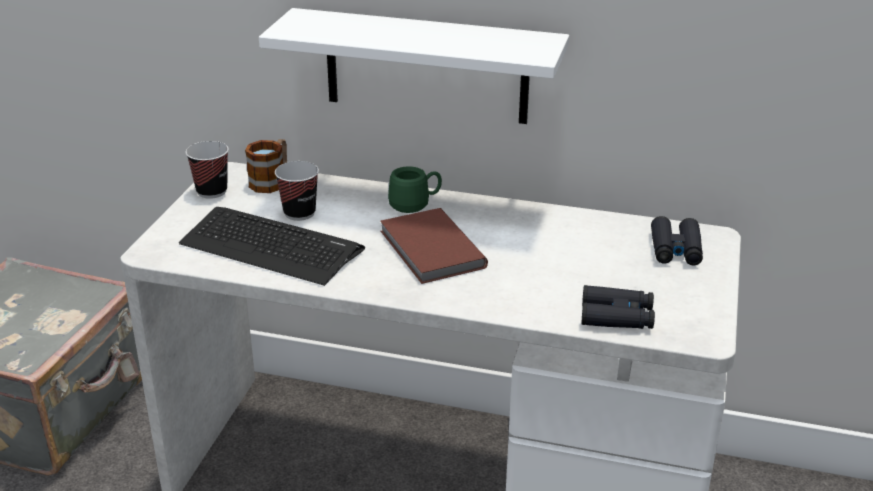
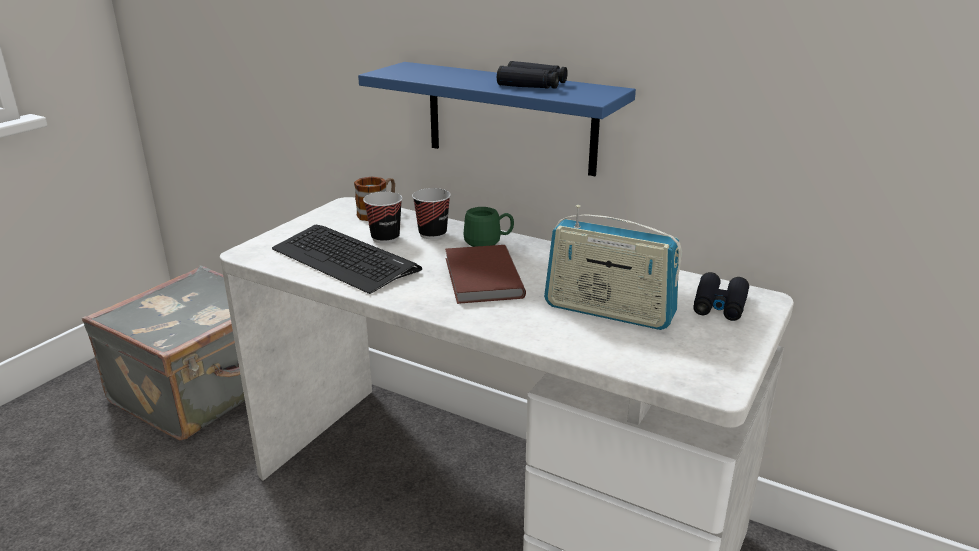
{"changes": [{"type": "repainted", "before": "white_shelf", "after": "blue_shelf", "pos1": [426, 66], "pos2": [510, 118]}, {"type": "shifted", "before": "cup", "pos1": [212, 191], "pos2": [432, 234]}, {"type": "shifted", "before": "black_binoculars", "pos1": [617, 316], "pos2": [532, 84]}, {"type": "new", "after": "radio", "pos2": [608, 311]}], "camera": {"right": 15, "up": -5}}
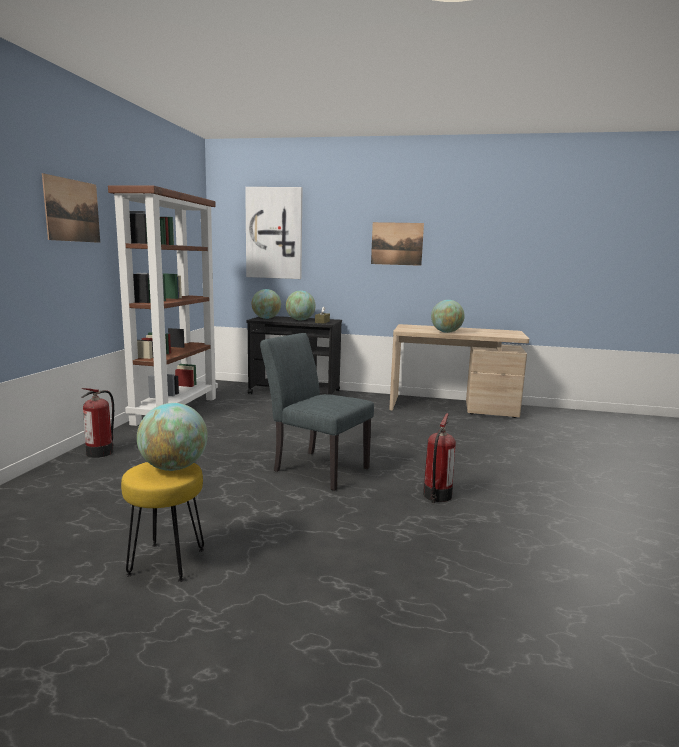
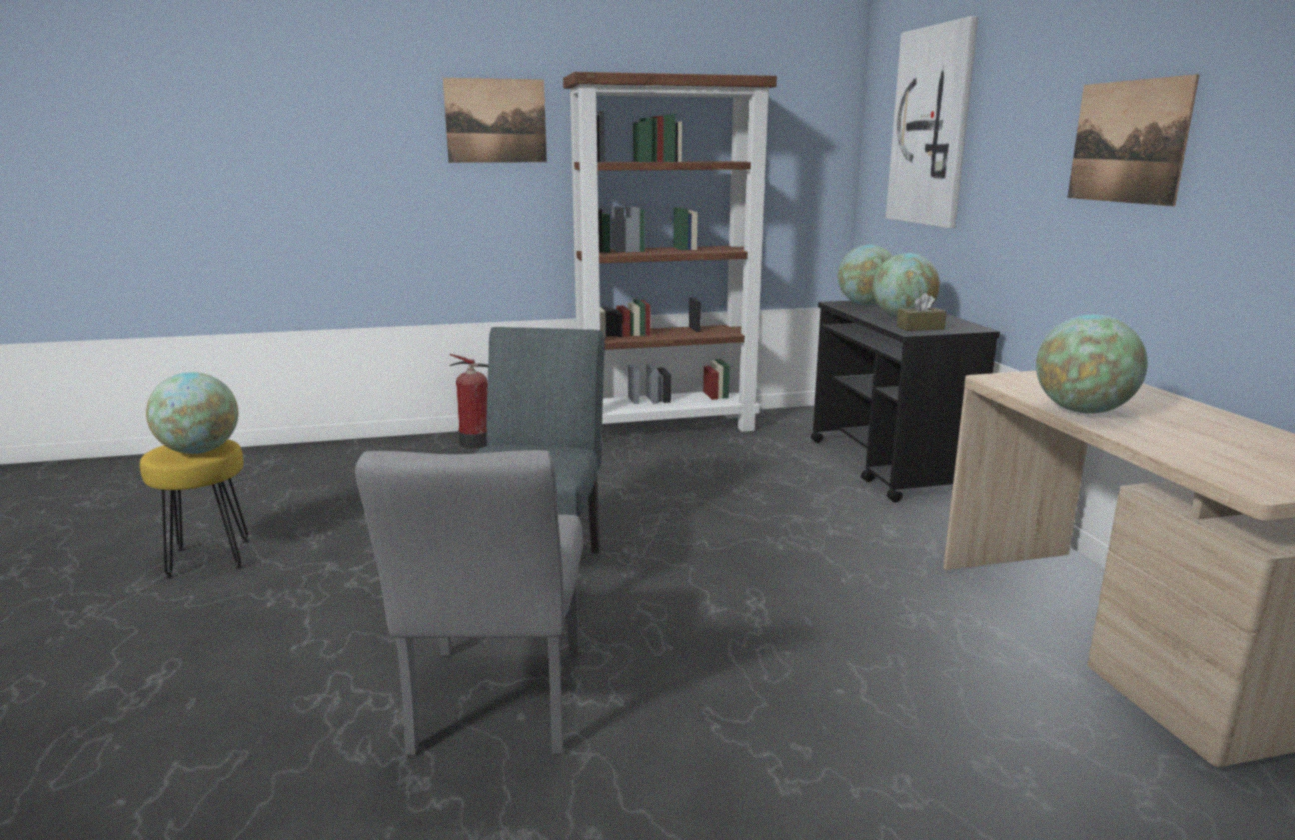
{"changes": [{"type": "swapped", "before": "fire_extinguisher", "after": "grey_chair", "pos1": [436, 496], "pos2": [495, 709]}], "camera": {"right": 65, "up": 5}}
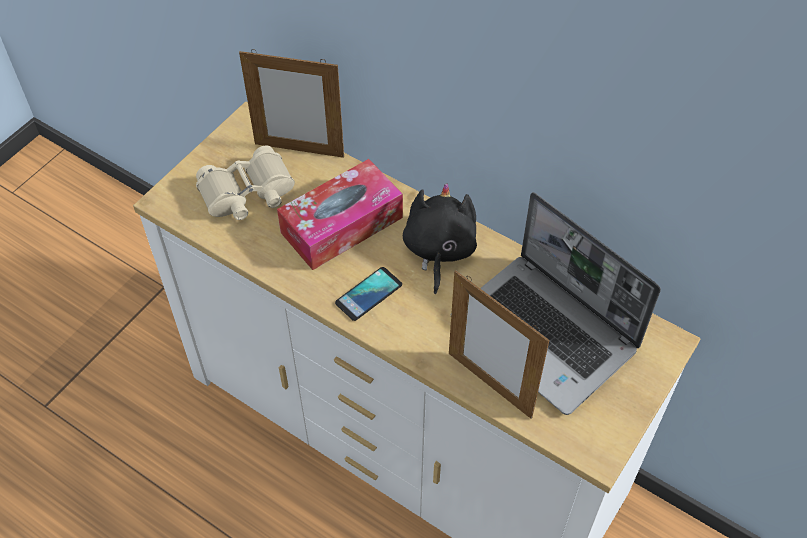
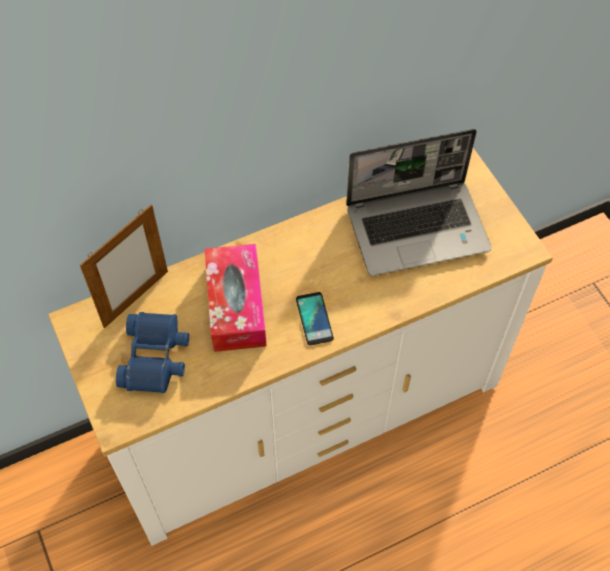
{"changes": [{"type": "repainted", "before": "beige_binoculars", "after": "blue_binoculars", "pos1": [247, 193], "pos2": [155, 357]}, {"type": "gone", "before": "black_plush_toy", "pos1": [439, 250]}, {"type": "gone", "before": "picture_frame", "pos1": [489, 384]}], "camera": {"right": -60, "up": 5}}
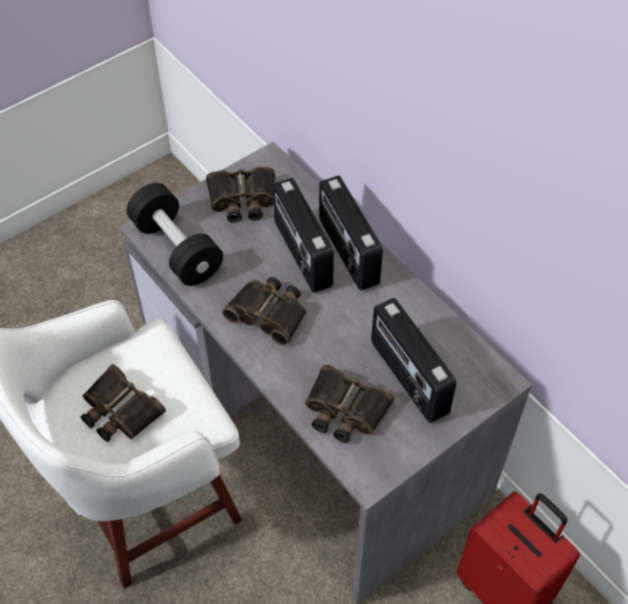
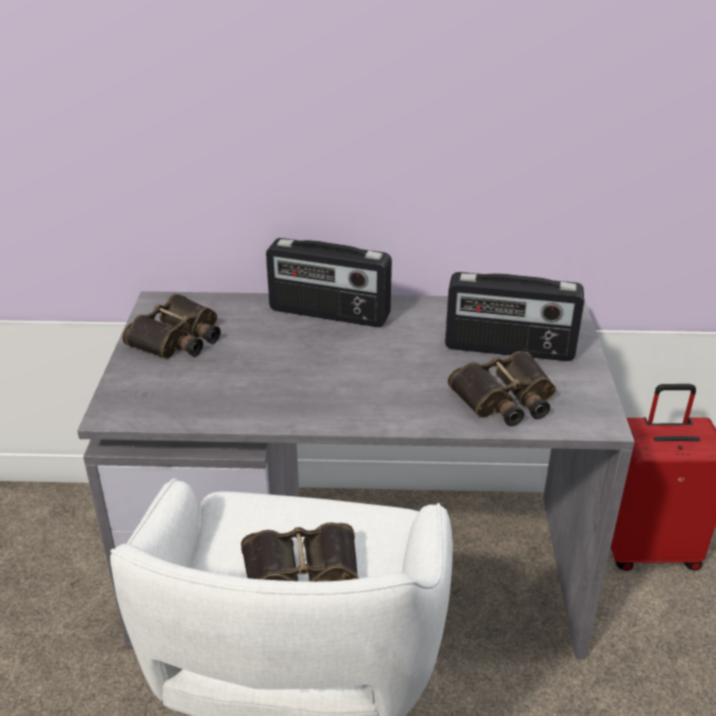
{"changes": [{"type": "gone", "before": "radio", "pos1": [301, 254]}, {"type": "gone", "before": "black_dumbbell", "pos1": [176, 249]}, {"type": "gone", "before": "binoculars", "pos1": [269, 313]}], "camera": {"right": -50, "up": -20}}
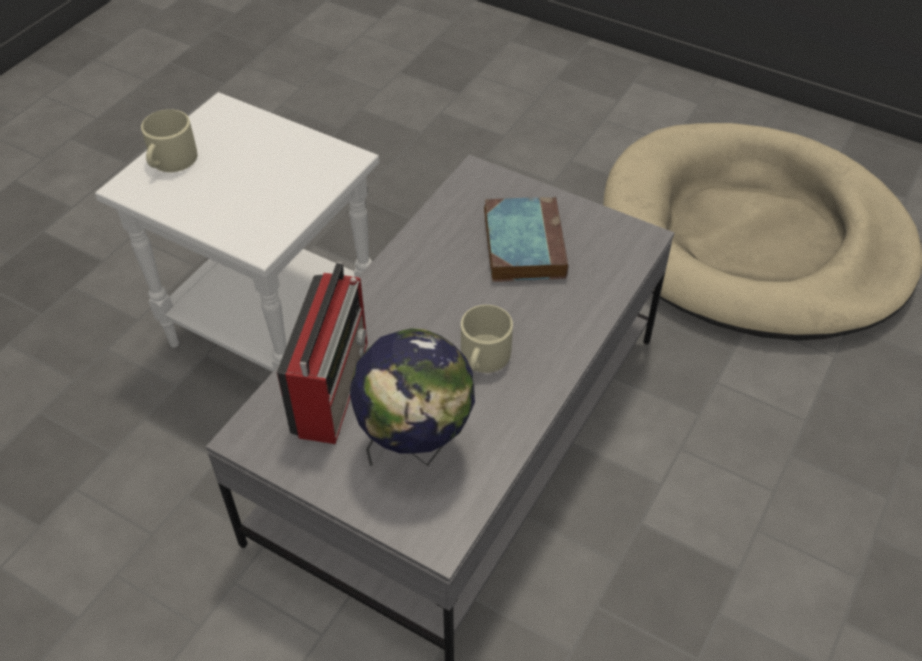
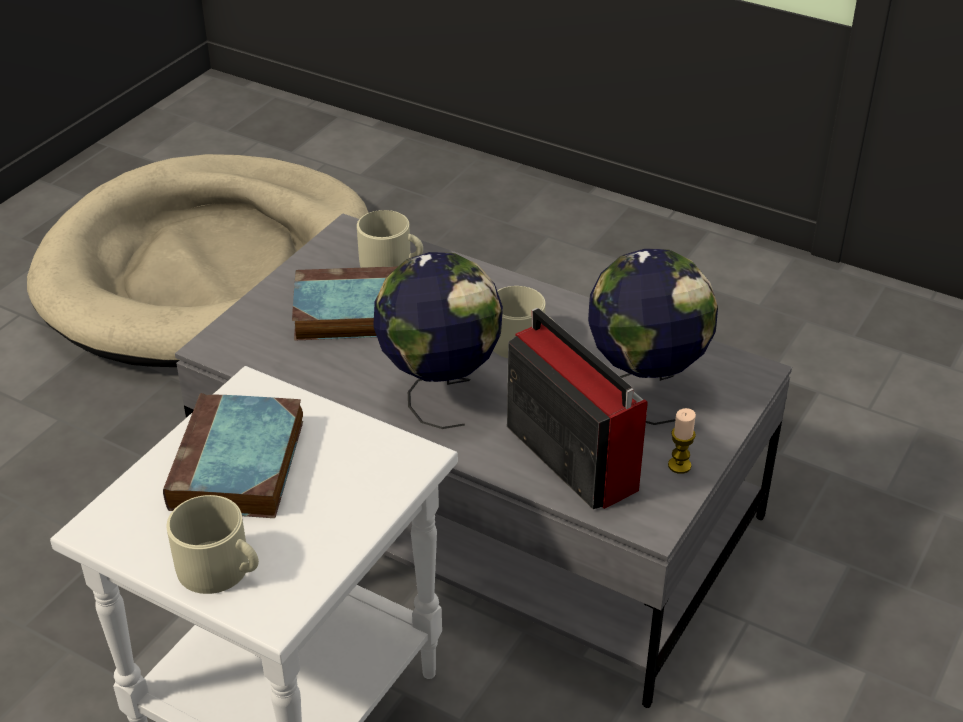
{"changes": [{"type": "rotated", "before": "radio", "pos1": [332, 386], "pos2": [569, 454], "turn": 45}, {"type": "new", "after": "beige_mug", "pos2": [391, 263]}, {"type": "new", "after": "globe", "pos2": [440, 393]}, {"type": "new", "after": "book", "pos2": [238, 467]}, {"type": "new", "after": "candle", "pos2": [679, 465]}], "camera": {"right": -90, "up": -10}}
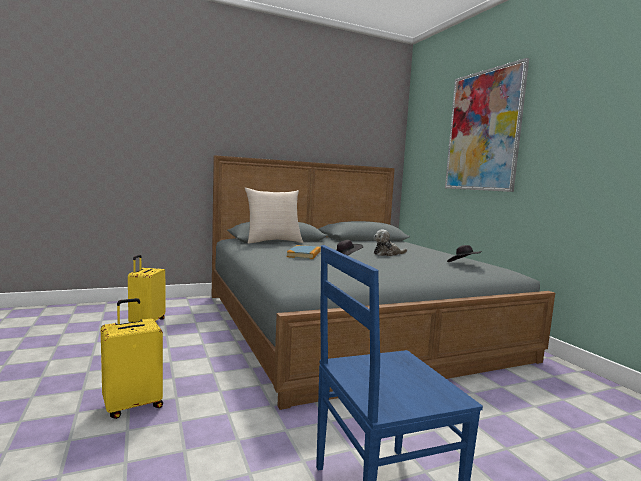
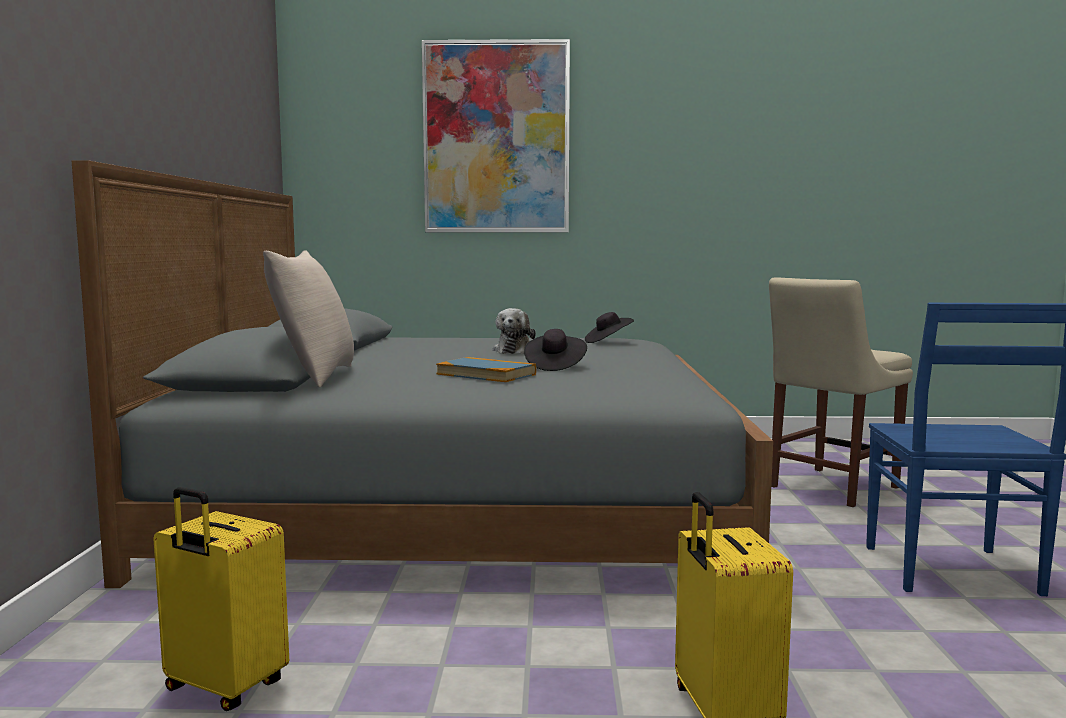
{"changes": [{"type": "new", "after": "beige_chair", "pos2": [829, 488]}], "camera": {"right": -65, "up": 0}}
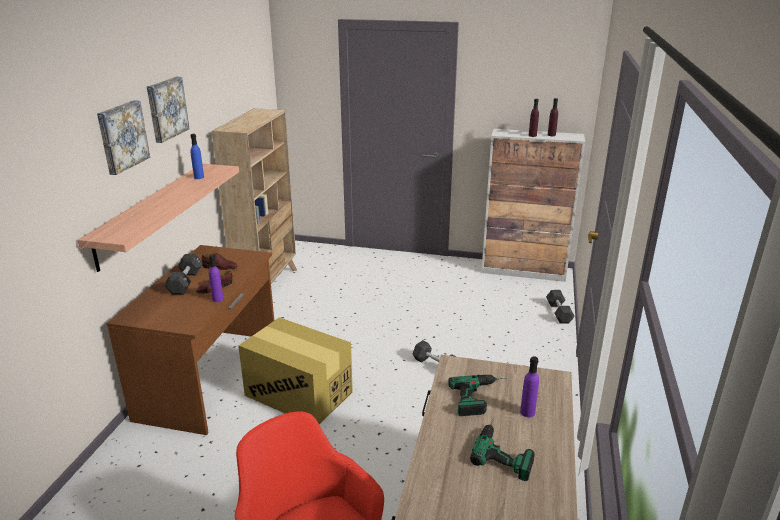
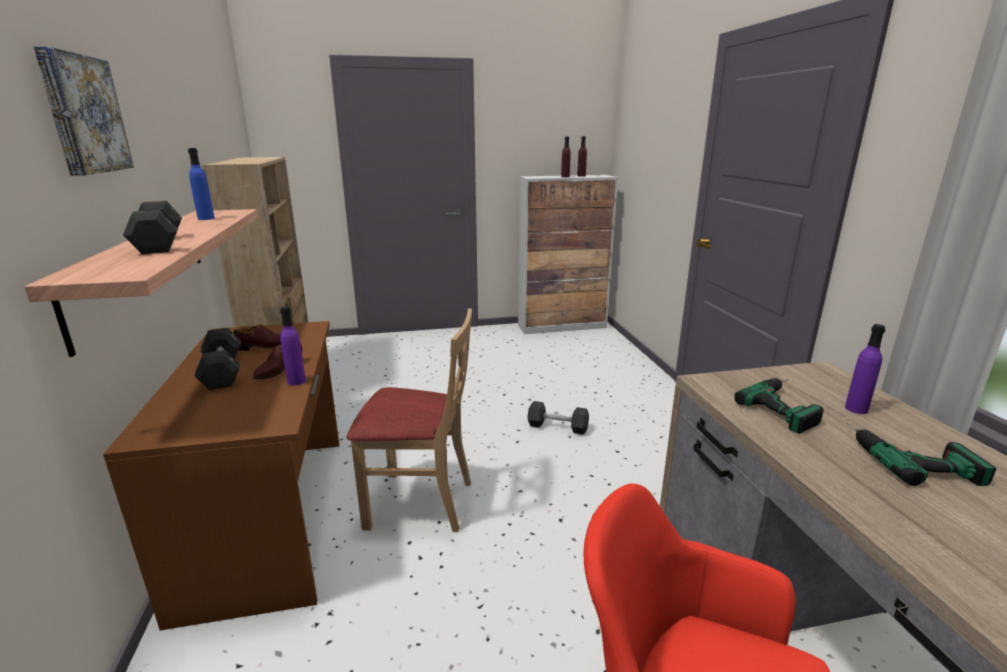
{"changes": [{"type": "gone", "before": "picture", "pos1": [166, 108]}, {"type": "shifted", "before": "black_dumbbell", "pos1": [559, 313], "pos2": [159, 244]}, {"type": "swapped", "before": "cardboard_box", "after": "beige_chair", "pos1": [299, 394], "pos2": [420, 502]}], "camera": {"right": -25, "up": -5}}
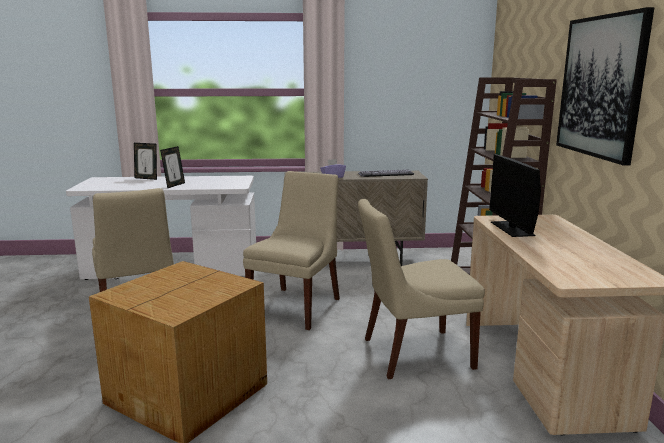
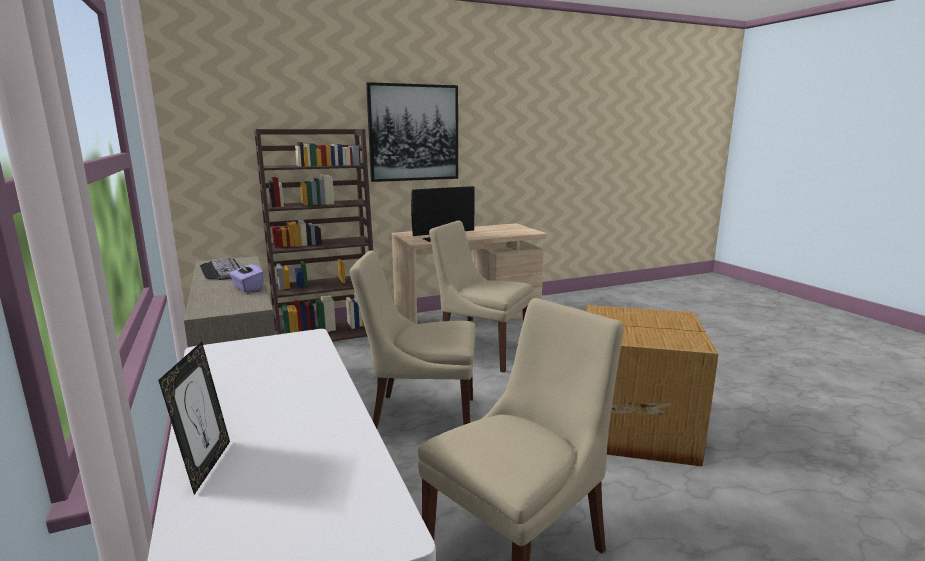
{"changes": [{"type": "gone", "before": "picture_frame", "pos1": [174, 185]}, {"type": "rotated", "before": "beige_chair", "pos1": [413, 354], "pos2": [480, 352], "turn": 150}], "camera": {"right": -110, "up": 0}}
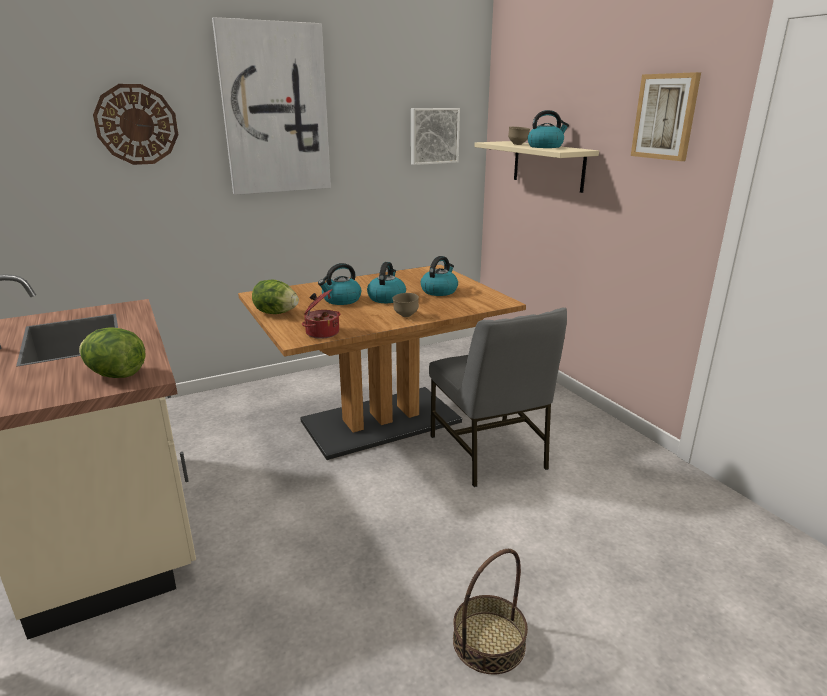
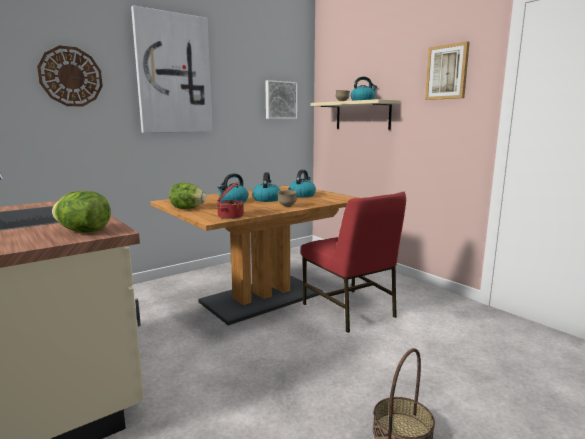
{"changes": [{"type": "repainted", "before": "grey_chair", "after": "red_chair", "pos1": [489, 452], "pos2": [350, 310]}], "camera": {"right": -10, "up": -10}}
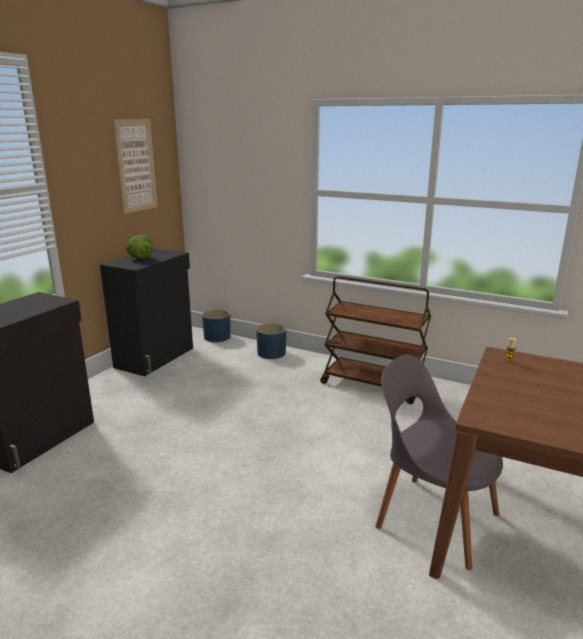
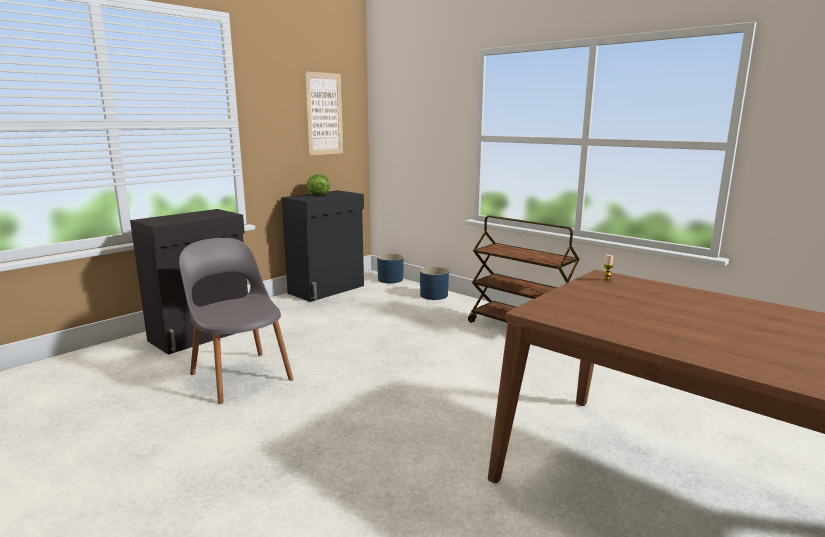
{"changes": [{"type": "shifted", "before": "grey_chair", "pos1": [432, 517], "pos2": [240, 374]}], "camera": {"right": 15, "up": -5}}
